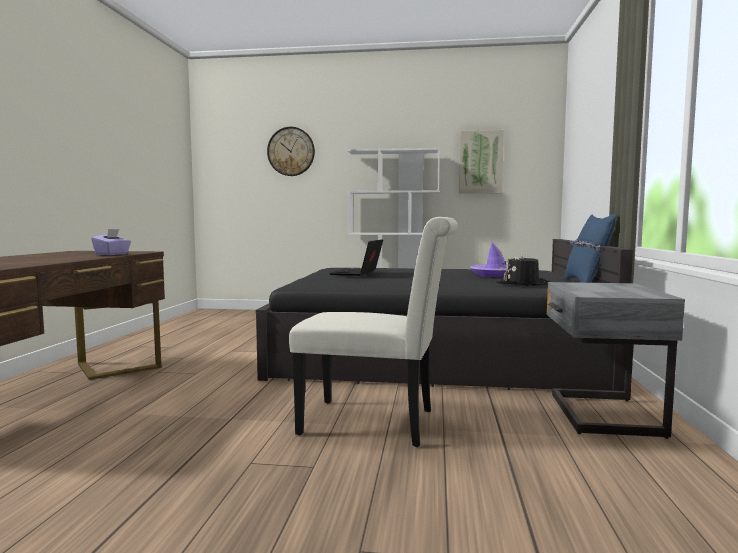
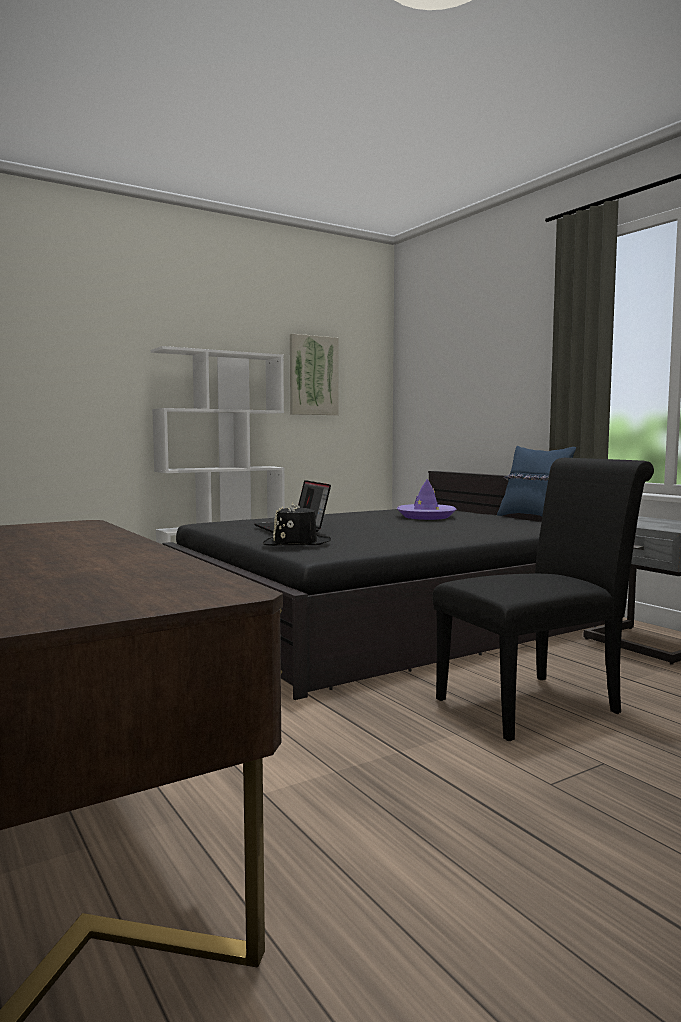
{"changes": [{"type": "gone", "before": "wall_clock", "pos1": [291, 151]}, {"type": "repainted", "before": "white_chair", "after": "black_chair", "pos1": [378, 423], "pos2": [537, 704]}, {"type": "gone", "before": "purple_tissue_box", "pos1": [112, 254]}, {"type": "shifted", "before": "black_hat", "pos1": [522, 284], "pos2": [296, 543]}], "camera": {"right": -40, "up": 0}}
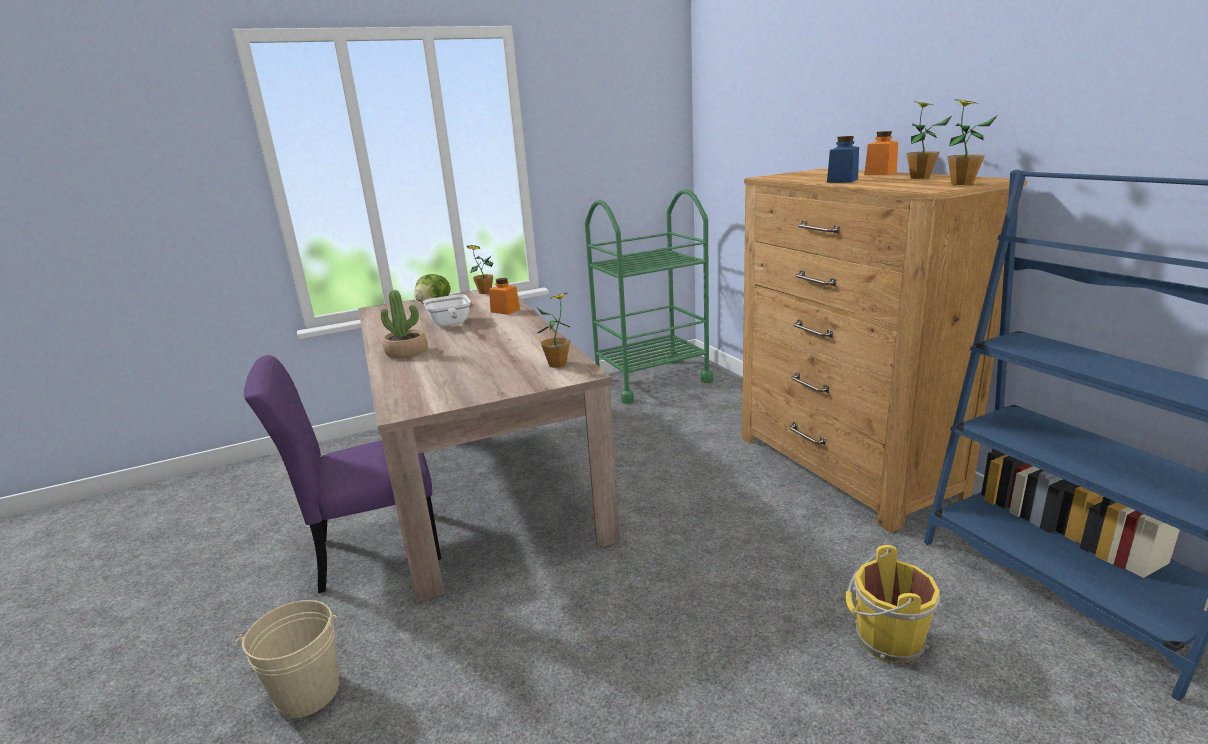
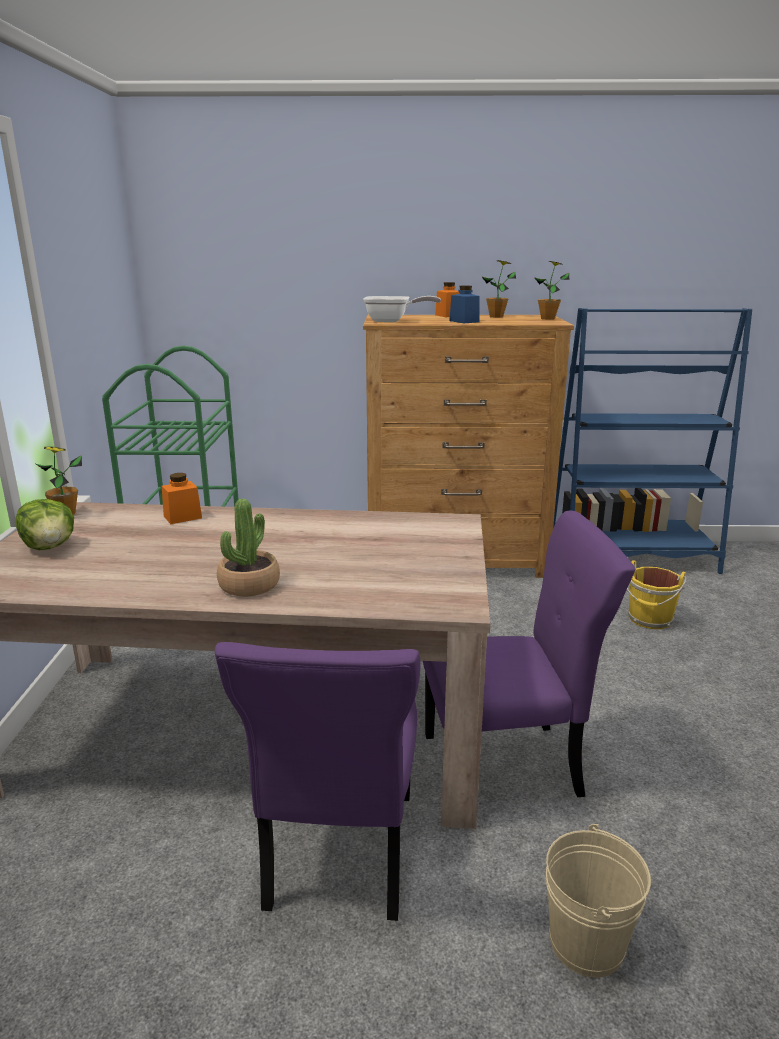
{"changes": [{"type": "gone", "before": "potted_plant", "pos1": [557, 364]}, {"type": "shifted", "before": "frying_pan", "pos1": [450, 324], "pos2": [392, 321]}, {"type": "new", "after": "purple_chair", "pos2": [508, 764]}], "camera": {"right": -65, "up": 0}}
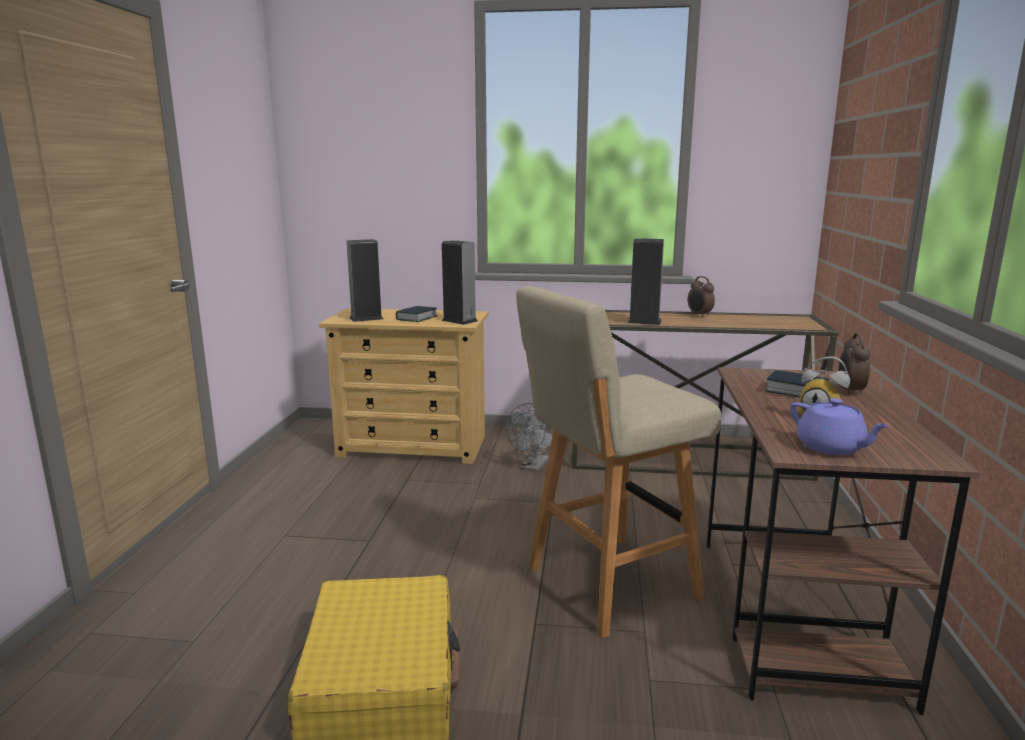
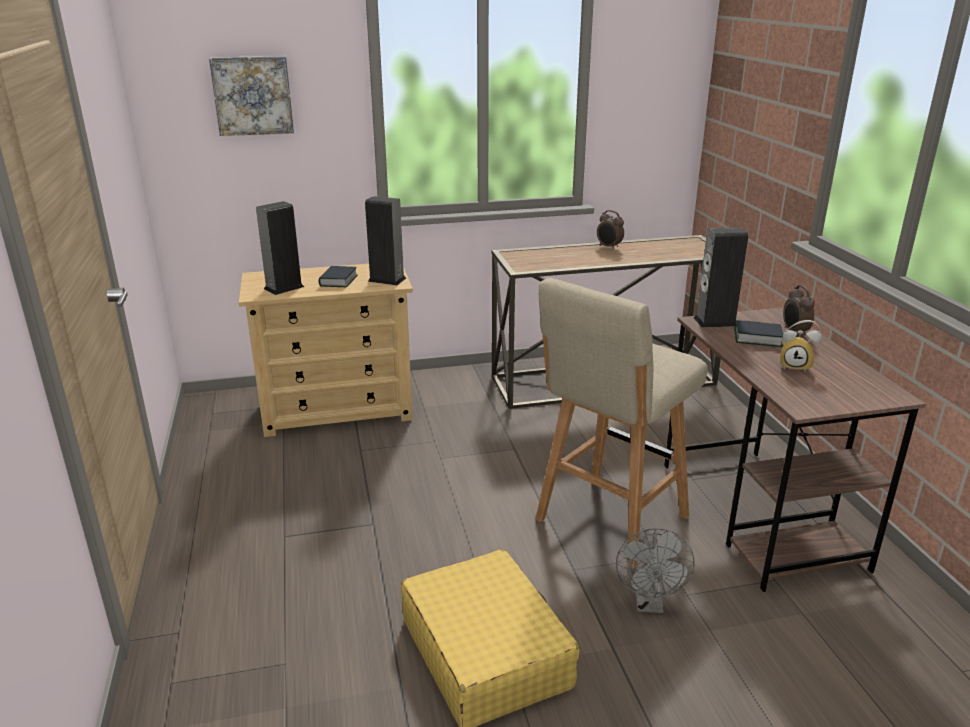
{"changes": [{"type": "shifted", "before": "speaker", "pos1": [644, 321], "pos2": [715, 321]}, {"type": "gone", "before": "purple_teapot", "pos1": [831, 448]}, {"type": "shifted", "before": "grey_fan", "pos1": [533, 466], "pos2": [649, 603]}, {"type": "new", "after": "picture", "pos2": [252, 95]}], "camera": {"right": -20, "up": 10}}
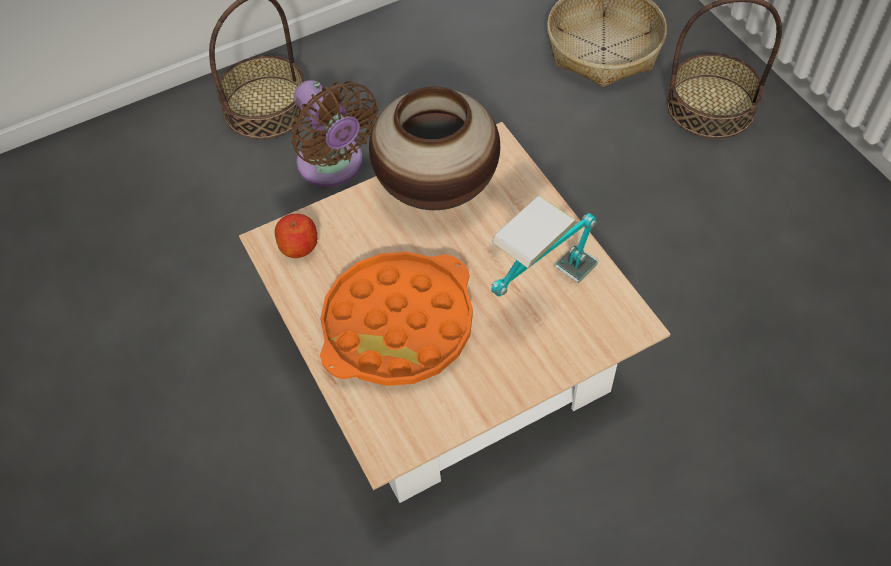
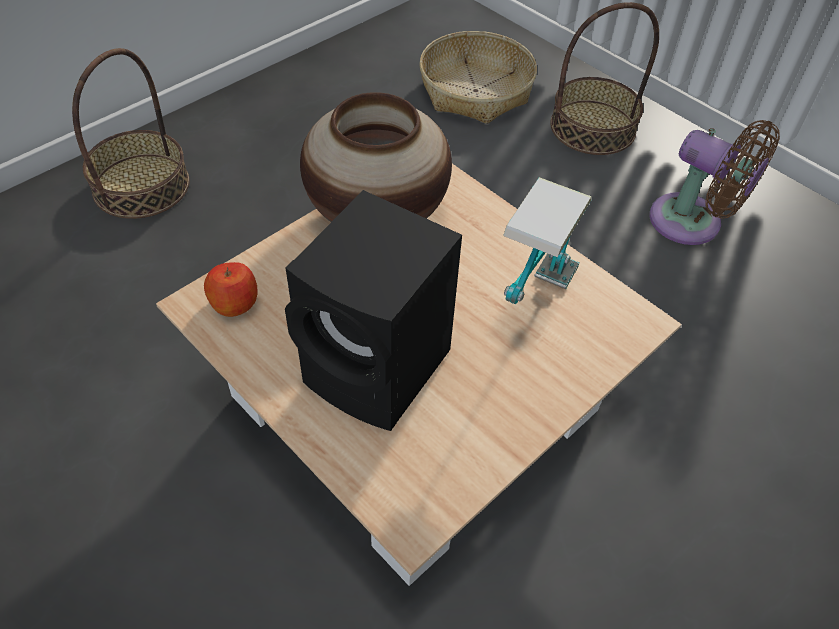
{"changes": [{"type": "shifted", "before": "brown_fan", "pos1": [334, 166], "pos2": [692, 224]}, {"type": "swapped", "before": "orange_tray", "after": "black_speaker", "pos1": [398, 325], "pos2": [381, 370]}], "camera": {"right": -20, "up": -5}}
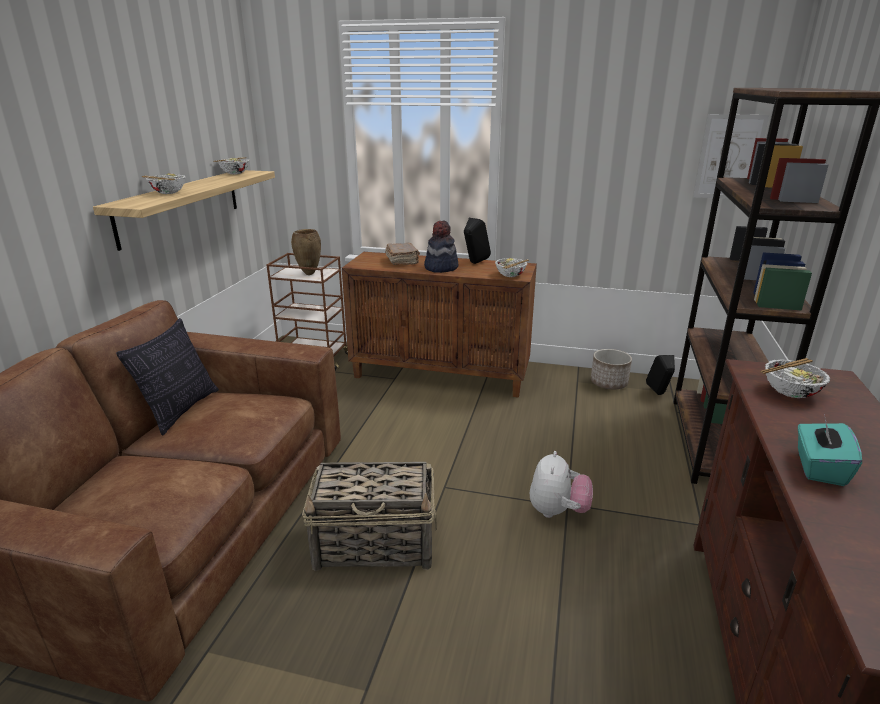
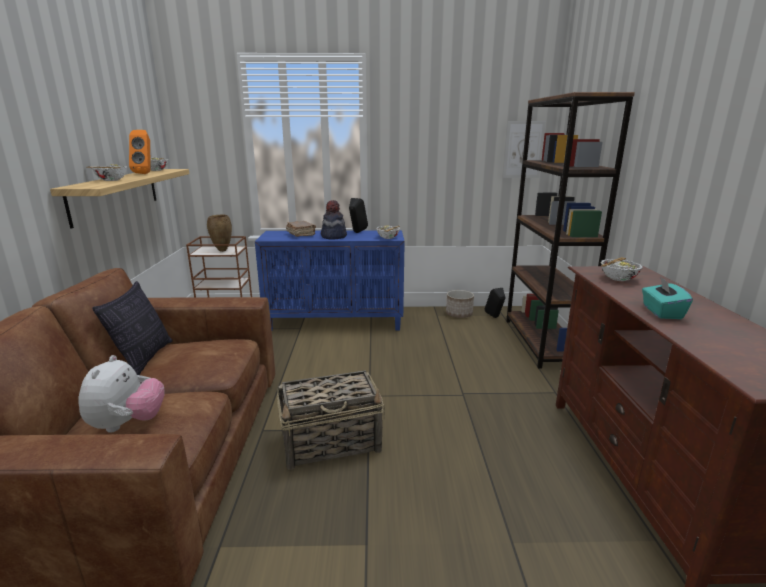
{"changes": [{"type": "repainted", "before": "brown_cabinet", "after": "blue_cabinet", "pos1": [441, 375], "pos2": [336, 322]}, {"type": "shifted", "before": "plush_toy", "pos1": [557, 511], "pos2": [127, 424]}, {"type": "new", "after": "orange_speaker", "pos2": [145, 174]}], "camera": {"right": -15, "up": -5}}
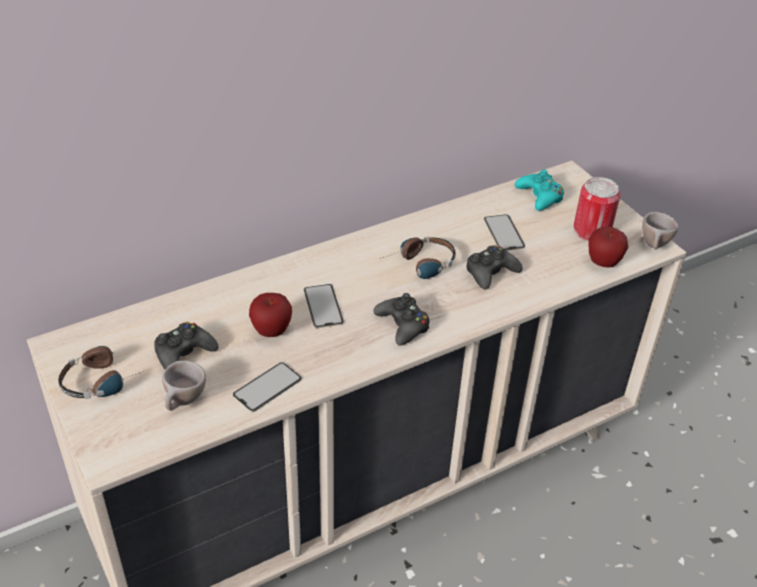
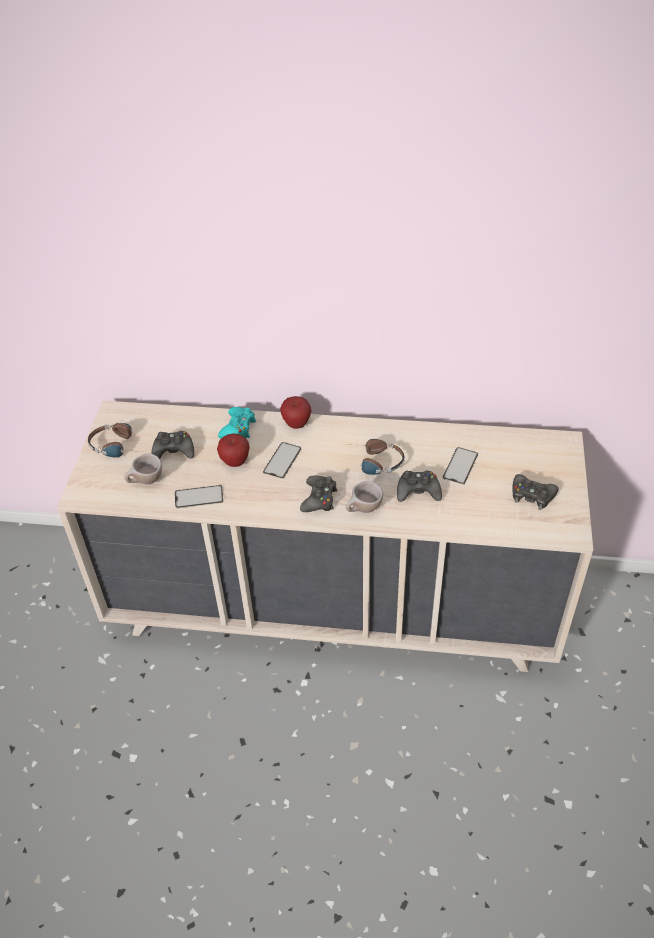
{"changes": [{"type": "shifted", "before": "turquoise_game_controller", "pos1": [540, 196], "pos2": [238, 428]}, {"type": "swapped", "before": "can", "after": "black_game_controller", "pos1": [591, 230], "pos2": [532, 495]}, {"type": "shifted", "before": "beige_cup", "pos1": [654, 247], "pos2": [363, 510]}, {"type": "shifted", "before": "apple", "pos1": [603, 263], "pos2": [296, 424]}], "camera": {"right": 40, "up": 5}}
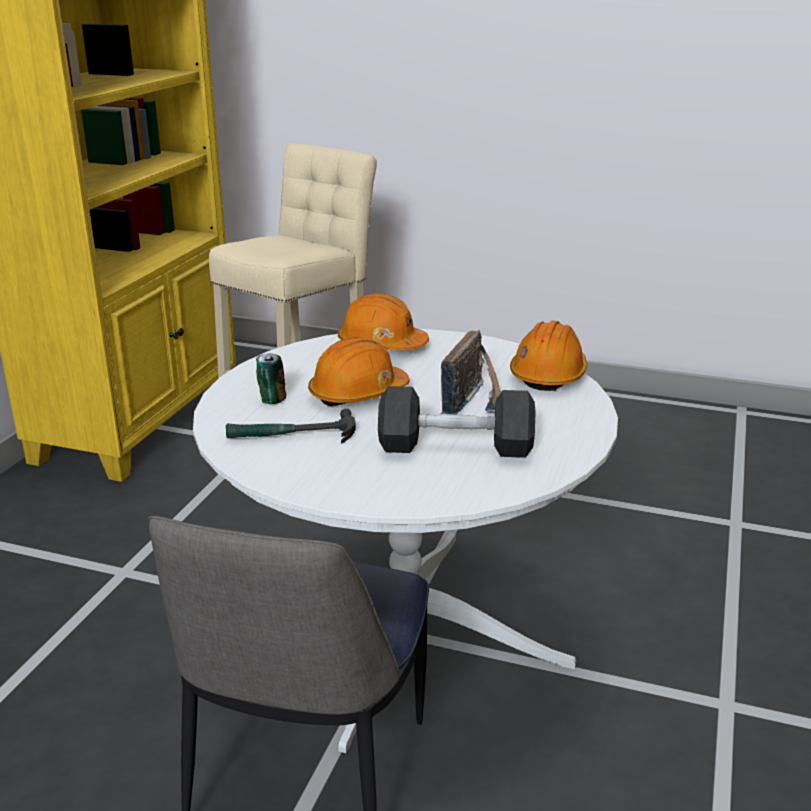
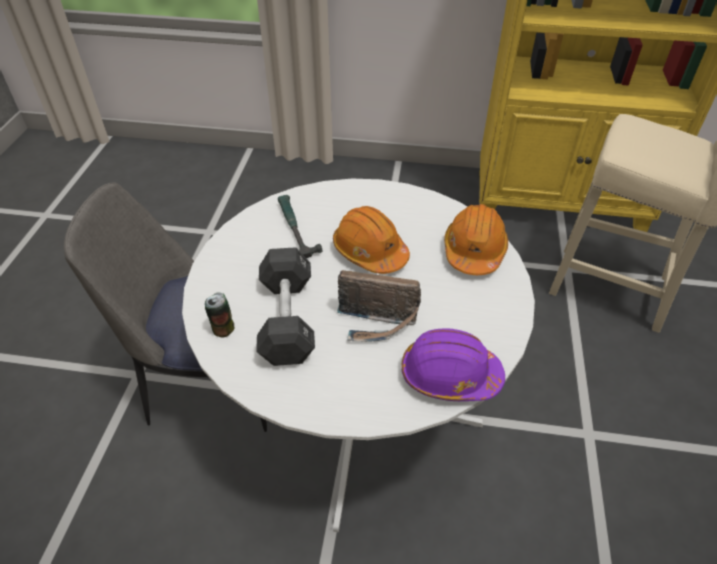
{"changes": [{"type": "repainted", "before": "orange_hard_hat", "after": "purple_hard_hat", "pos1": [548, 375], "pos2": [449, 375]}, {"type": "shifted", "before": "can", "pos1": [271, 400], "pos2": [223, 328]}], "camera": {"right": 80, "up": 20}}
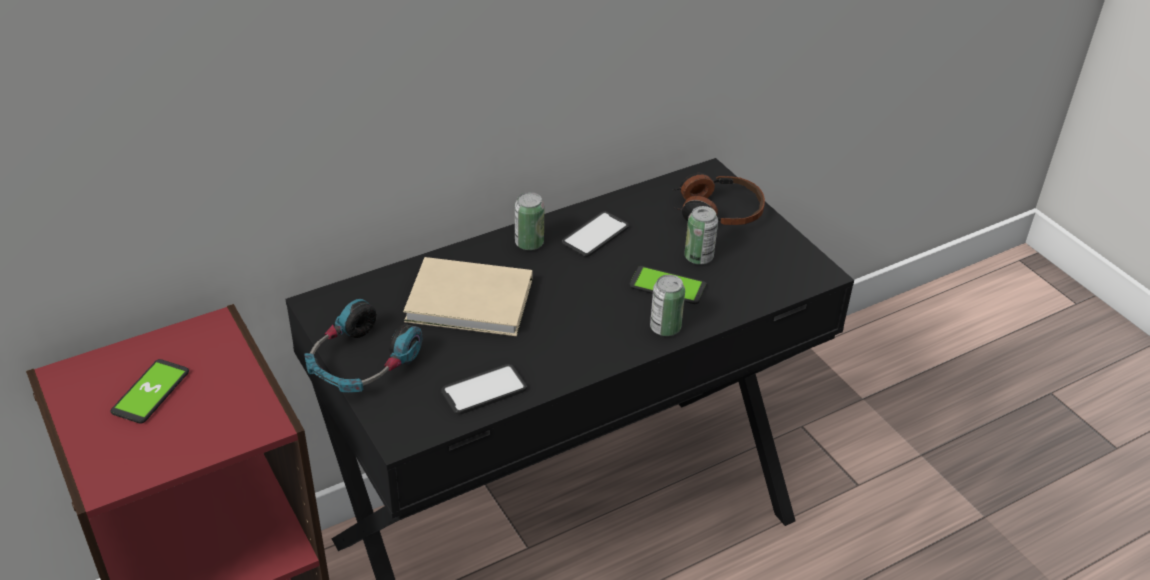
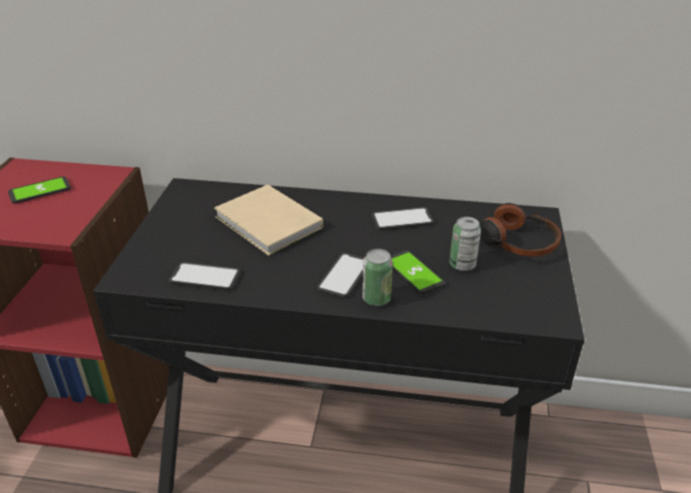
{"changes": [{"type": "gone", "before": "can", "pos1": [529, 243]}, {"type": "gone", "before": "headphones", "pos1": [362, 363]}, {"type": "new", "after": "phone", "pos2": [344, 276]}], "camera": {"right": 40, "up": -5}}
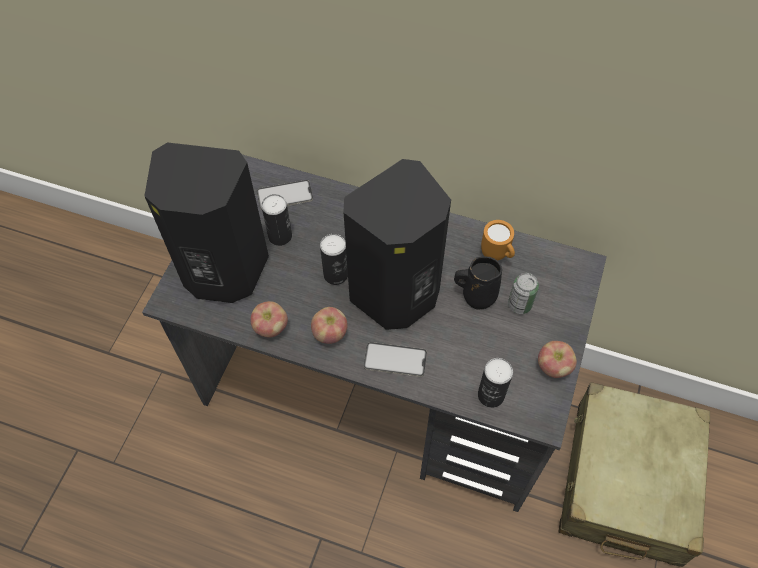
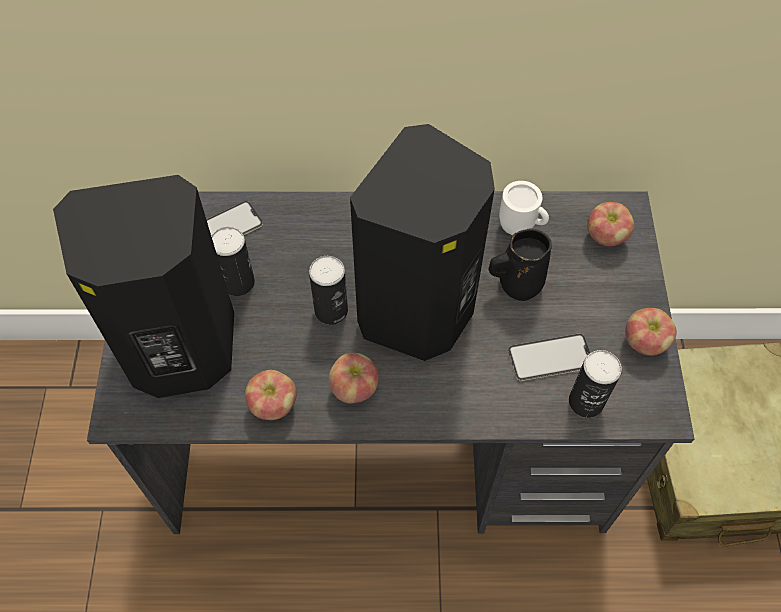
{"changes": [{"type": "repainted", "before": "orange_mug", "after": "white_mug", "pos1": [497, 256], "pos2": [521, 228]}, {"type": "gone", "before": "can", "pos1": [519, 304]}, {"type": "shifted", "before": "phone", "pos1": [395, 359], "pos2": [550, 357]}, {"type": "new", "after": "apple", "pos2": [605, 236]}], "camera": {"right": -20, "up": 0}}
